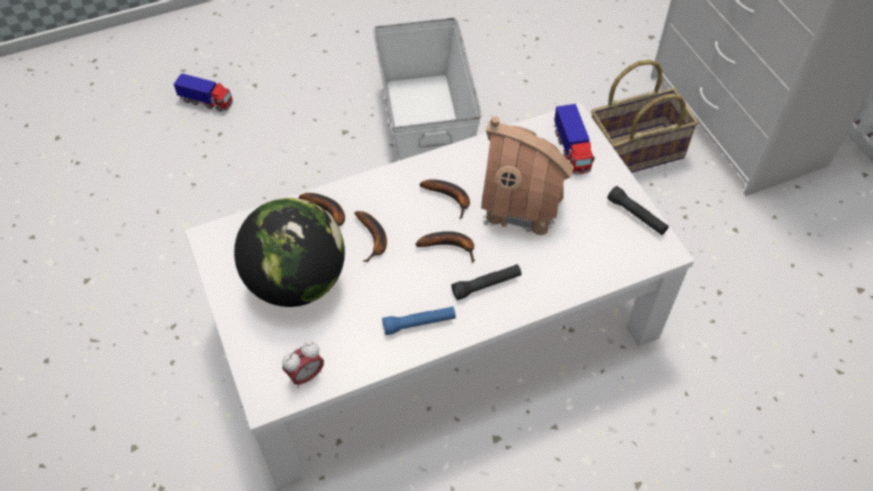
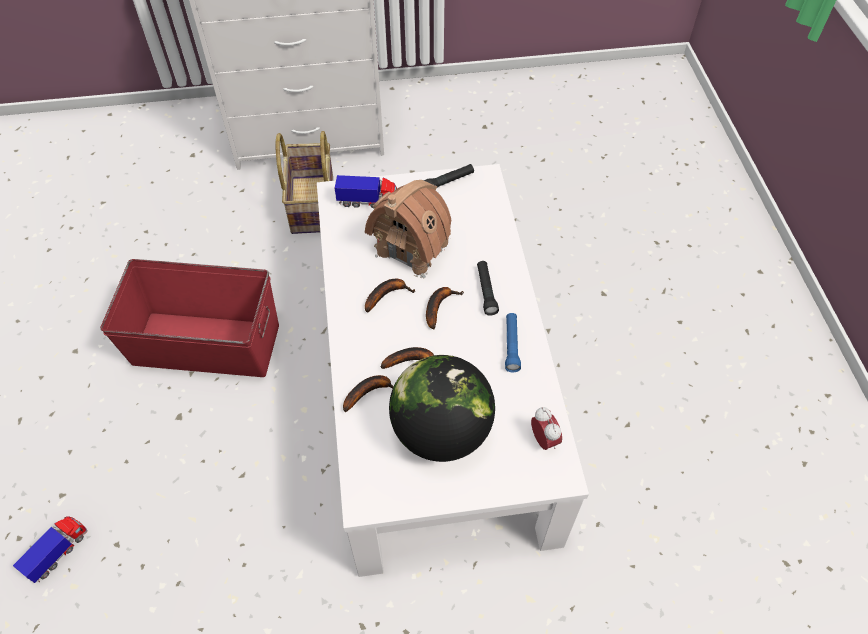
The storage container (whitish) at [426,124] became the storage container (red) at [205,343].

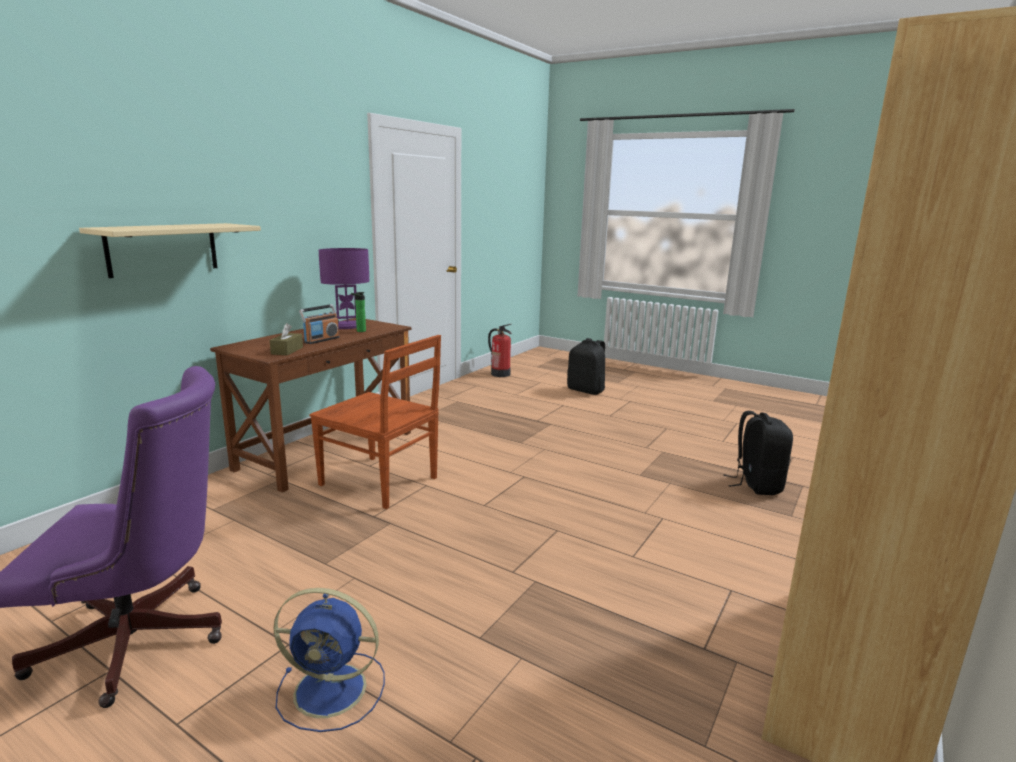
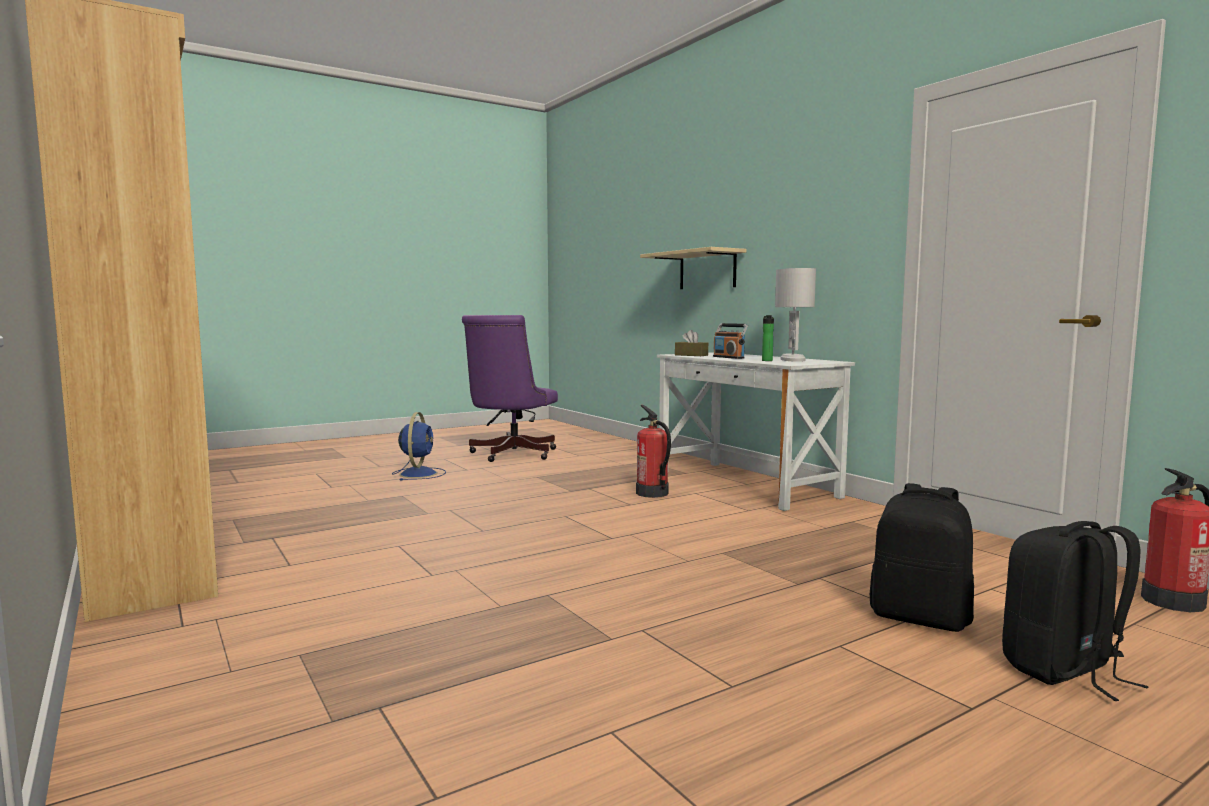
The desk (brownish) at [327,450] became the desk (whitish) at [745,484]. The cooling fan (bluish) at [333,690] turned 150 degrees clockwise. The chair (brownish) at [380,482] was replaced by the extinguisher at [652,493]. The lamp for a table (purplish) at [347,326] became the lamp for a table (whitish) at [793,360]. The backpack (black-coloured) moved from [756,484] to [920,618].

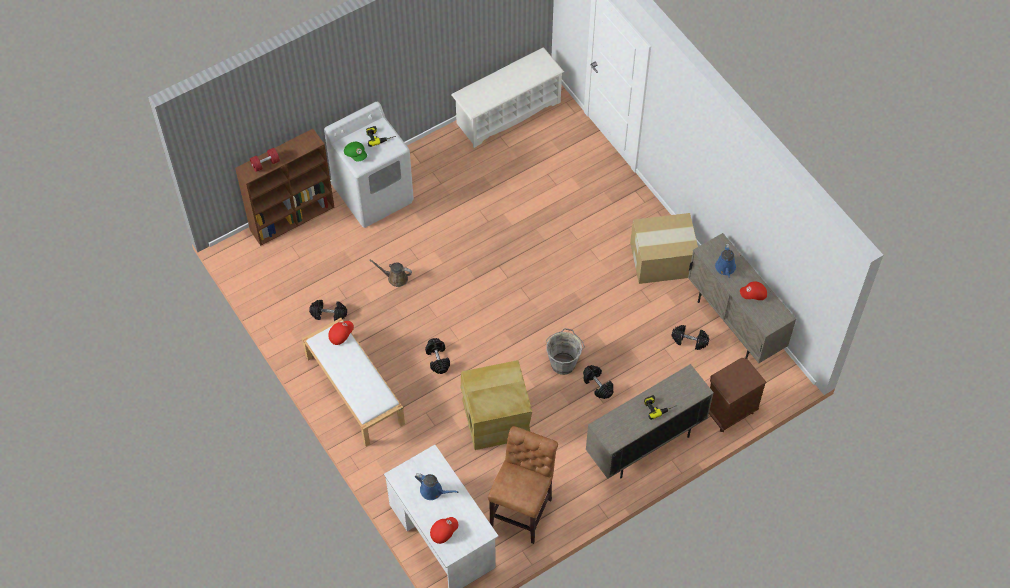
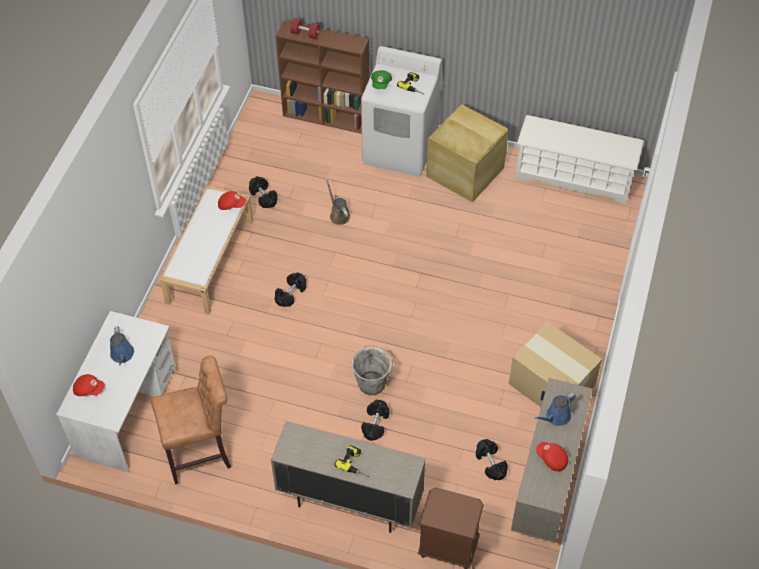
The storage container (sand-coloured) moved from [495,418] to [465,171].

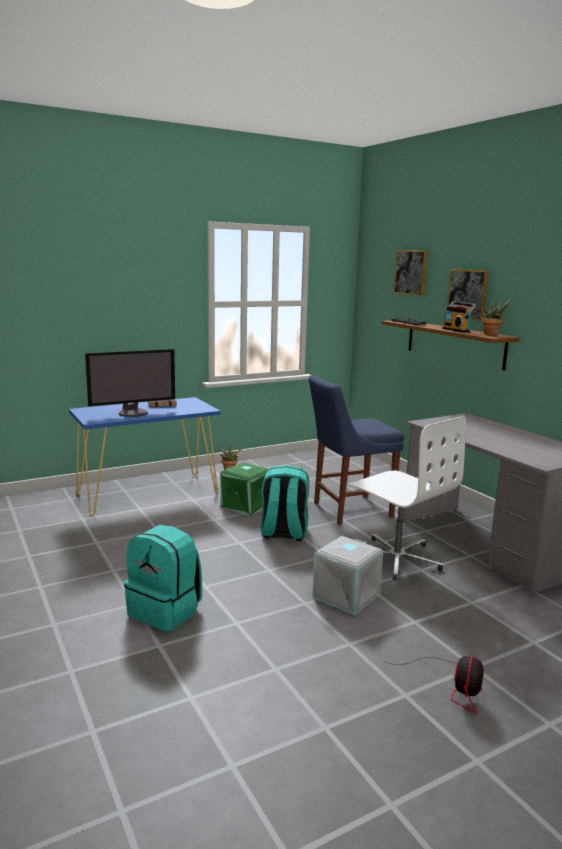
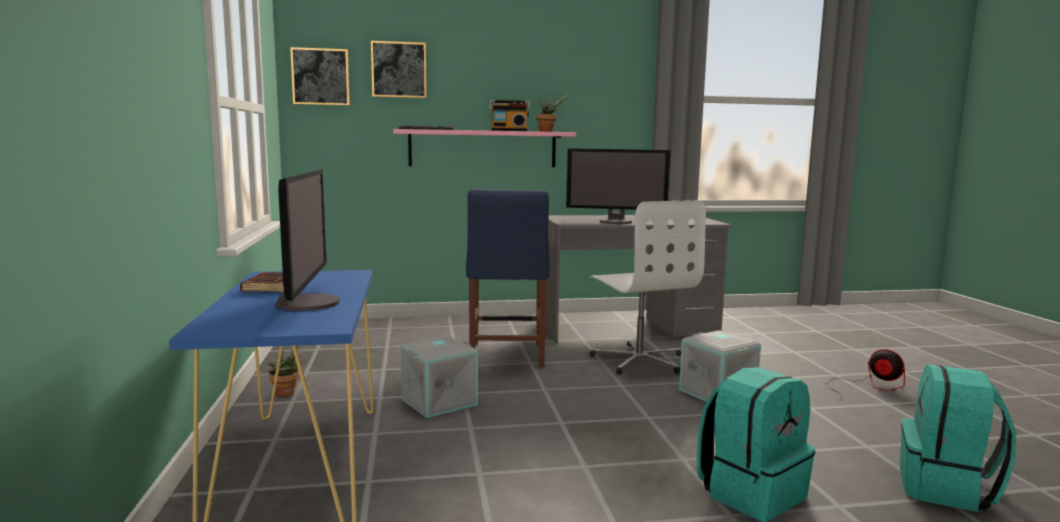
The storage container (green) at [246,505] became the storage container (gray) at [439,401]. The backpack (turquoise) moved from [283,533] to [947,489]. The office chair (whitish) at [397,558] turned 90 degrees clockwise. The shelf (brownish) at [454,343] became the shelf (pinkish) at [483,148]. The picture moved from [467,294] to [320,77]. The monitor at [616,222] appeared.

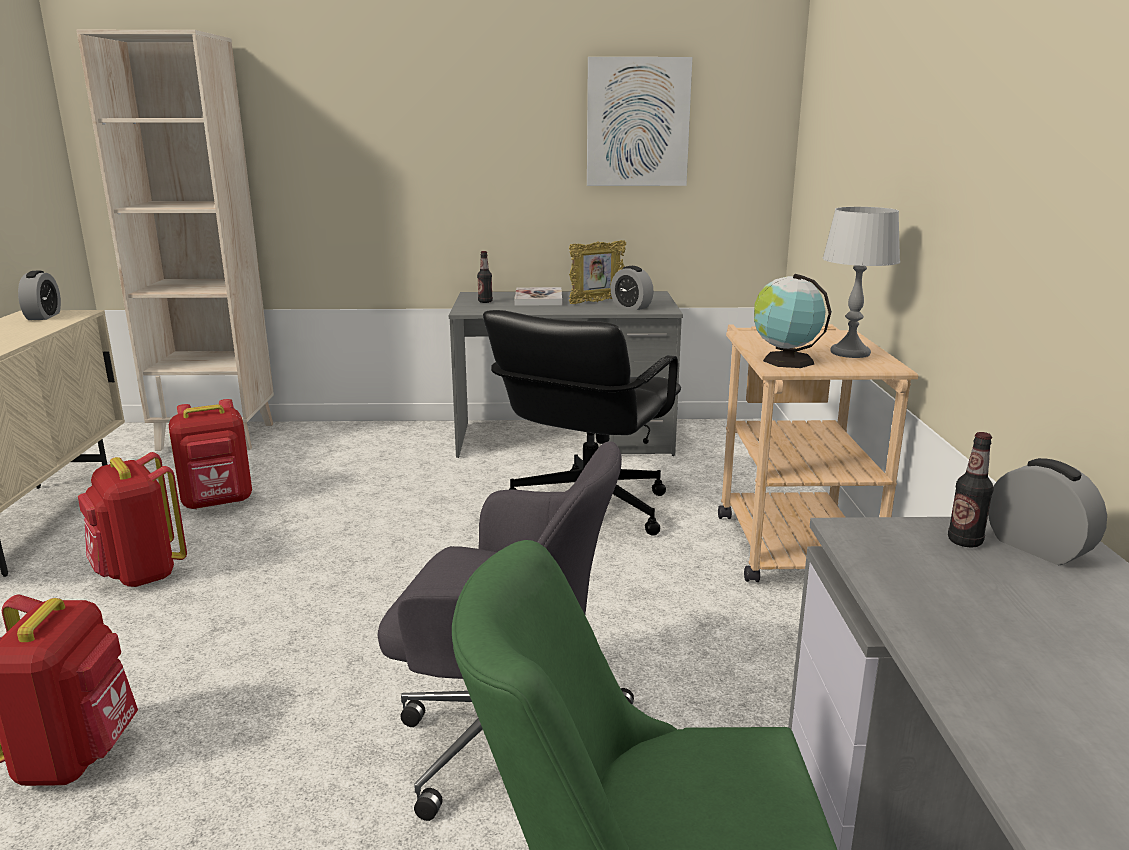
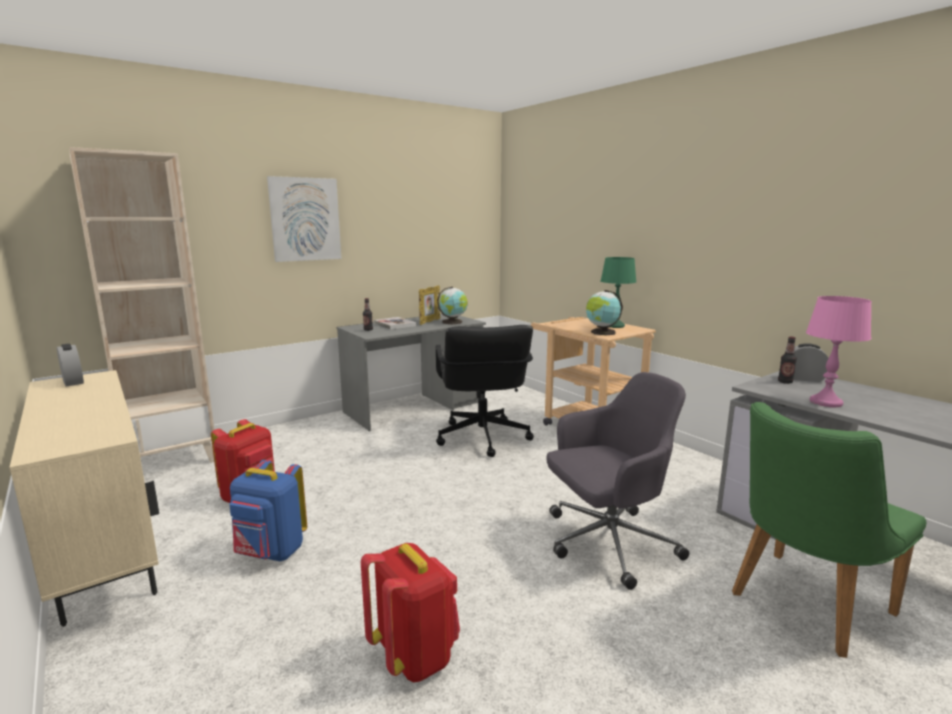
The backpack (red) at [140,574] became the backpack (bluish) at [271,553]. The picture moved from [637,122] to [305,219]. The bedside clock at [631,307] was replaced by the globe at [453,322]. The lamp for a table (gray) at [850,353] became the lamp for a table (green) at [615,326]. The lamp for a table (pinkish) at [826,402] appeared.

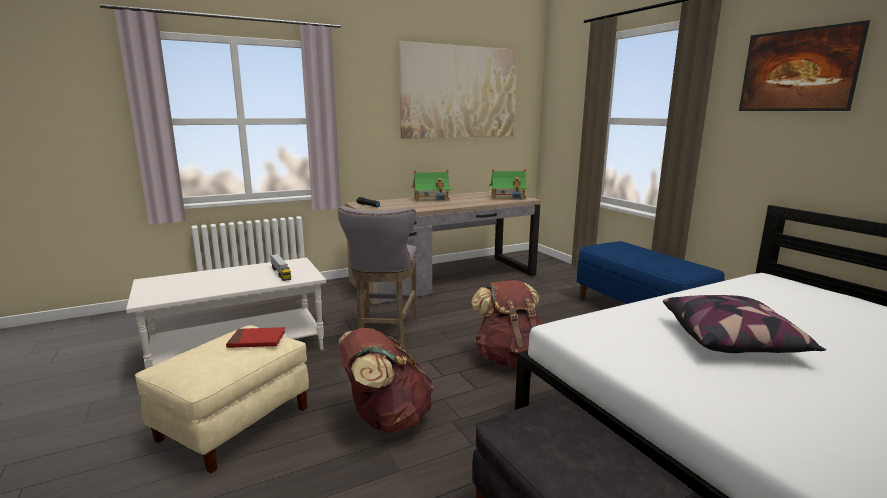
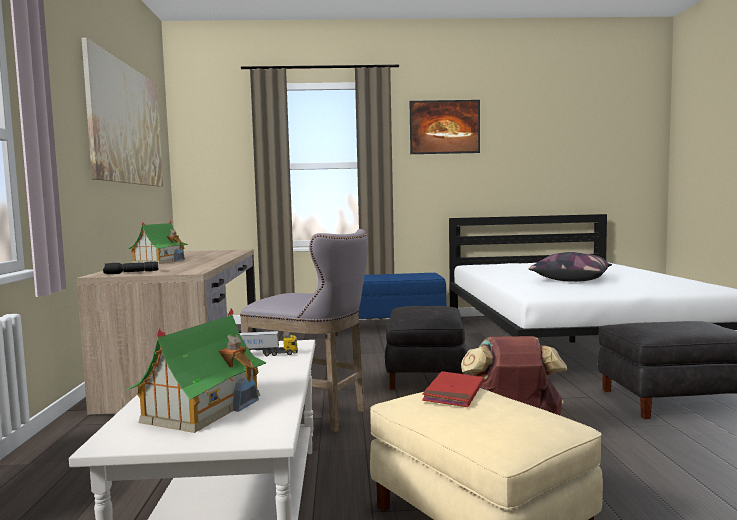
The backpack (brownish) at [510,358] was replaced by the ottoman (black-coloured) at [425,374]. The toy house moved from [508,197] to [203,408].

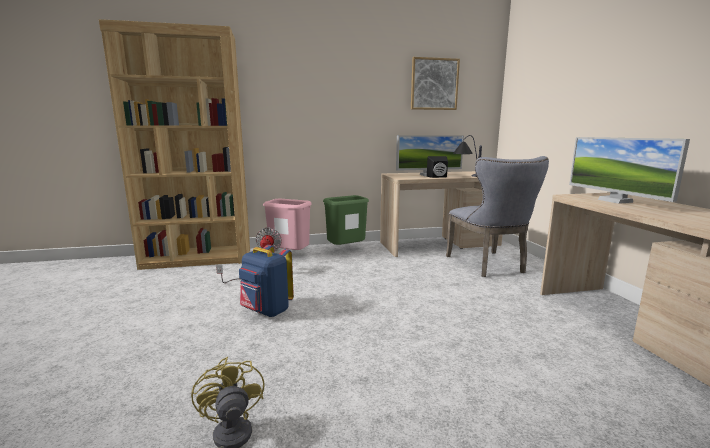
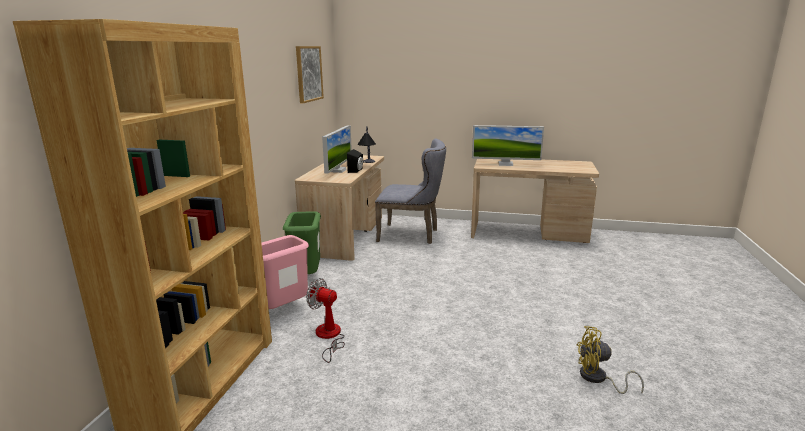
The backpack (bluish) at [266,311] disappeared.

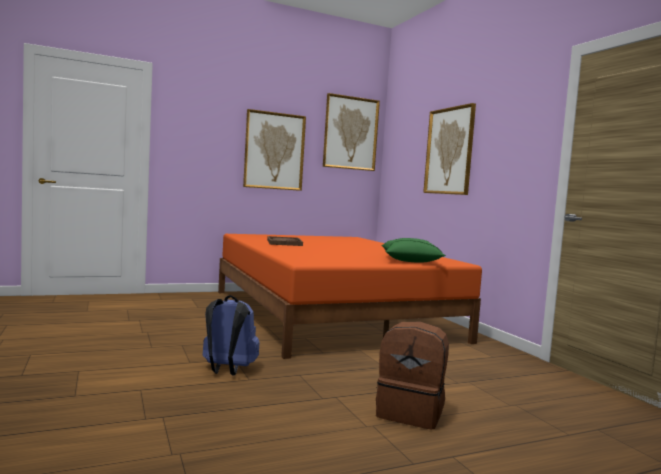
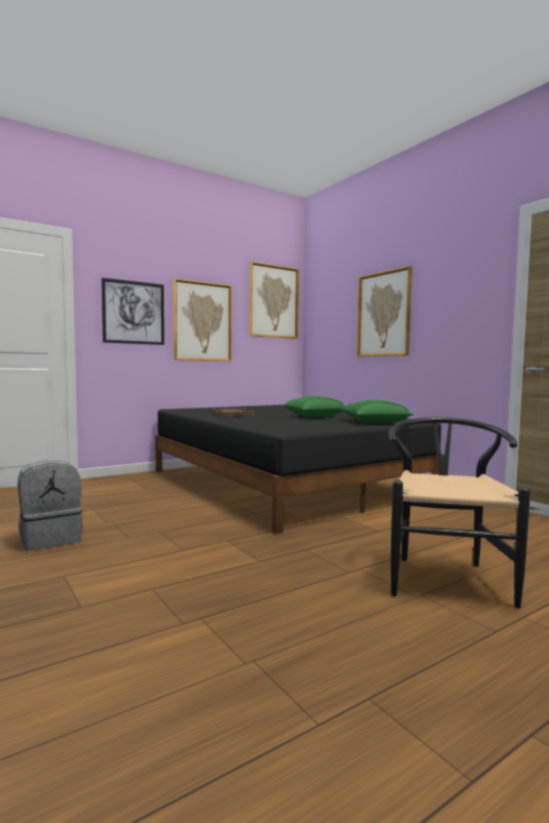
The backpack (bluish) at [227,370] disappeared. The bedroom bed (orange-coloured) at [330,314] became the bedroom bed (black-coloured) at [283,483]. The backpack (brownish) at [411,413] was replaced by the chair (black-coloured) at [445,576]. The backpack (gray) at [51,539] appeared. The picture at [133,312] appeared. The pillow (green) at [314,416] appeared.

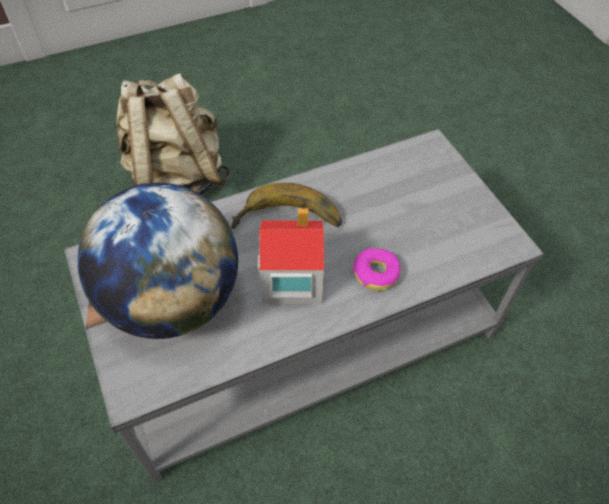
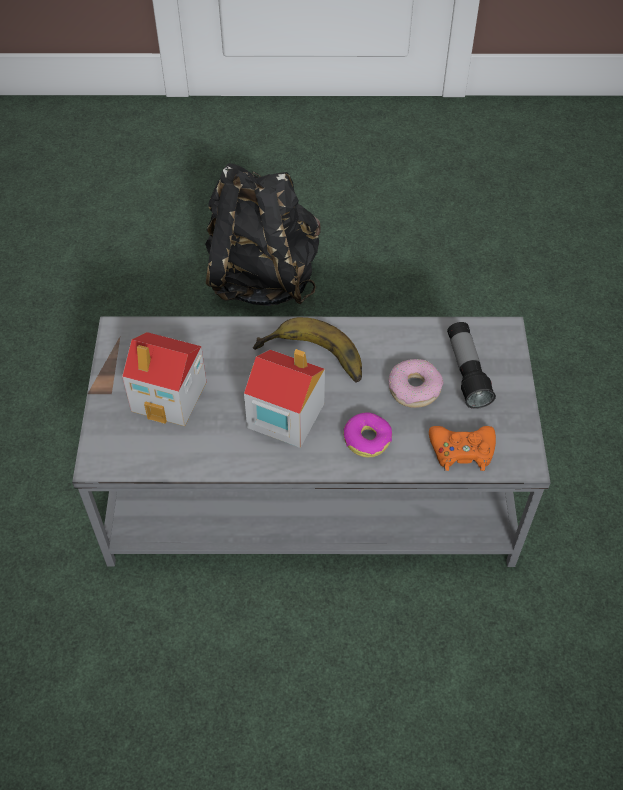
The globe at [173,301] was replaced by the toy house at [170,396]. The backpack (sand-coloured) at [177,178] became the backpack (black-coloured) at [262,277]. The ring doughnut at [414,388] appeared. The game controller (orange-coloured) at [462,451] appeared. The hand torch at [467,372] appeared.

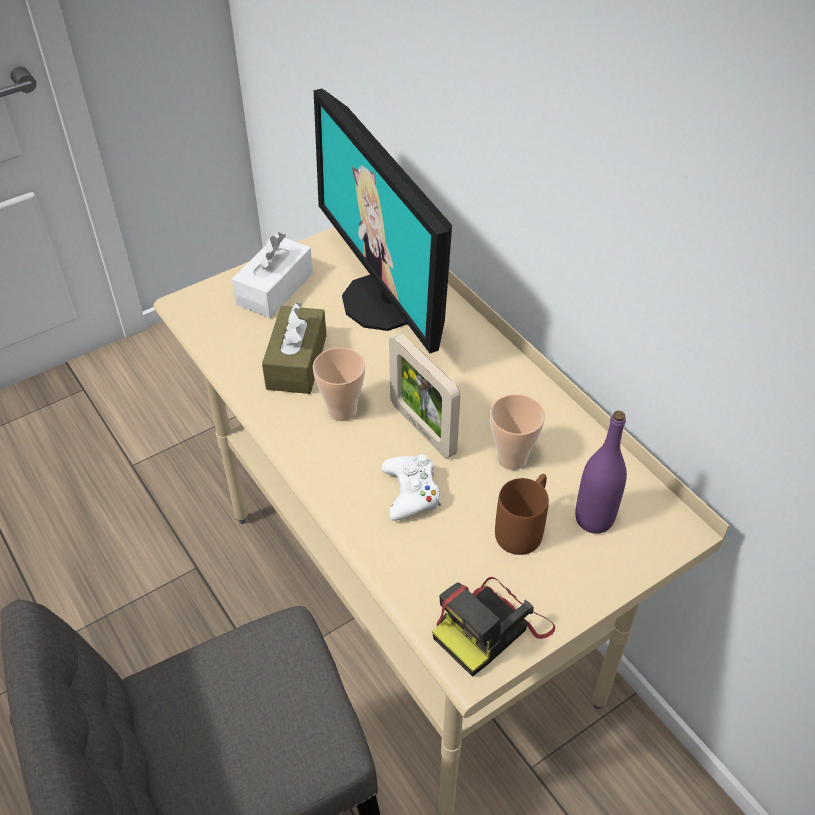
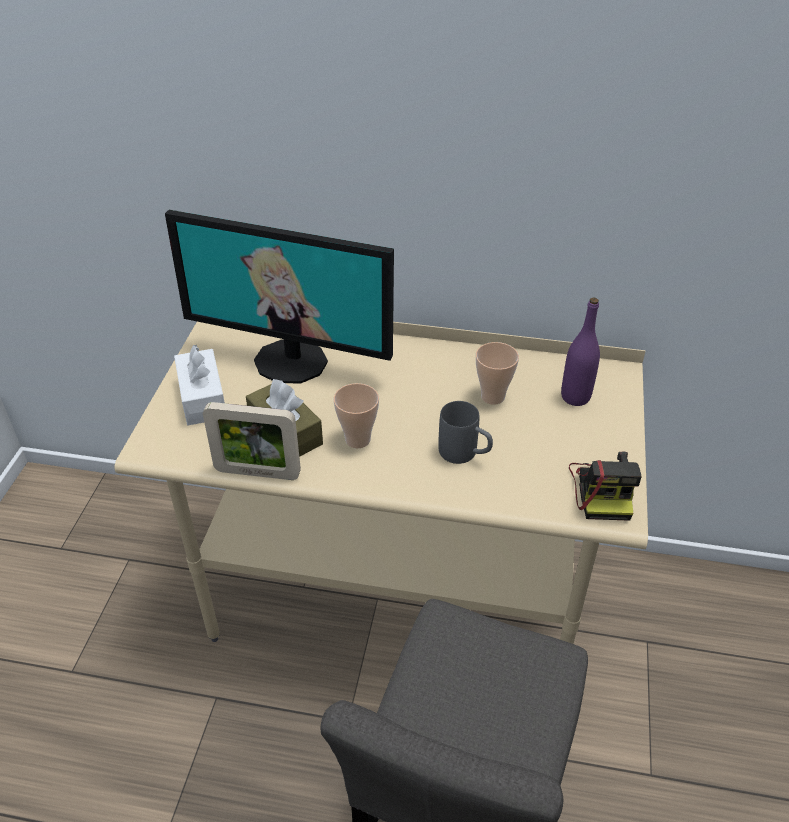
The game controller (whitish) at [411,492] was replaced by the coffee mug (gray) at [465,454]. The standing frame moved from [422,429] to [257,472]. The coffee mug (brownish) at [524,527] disappeared.

